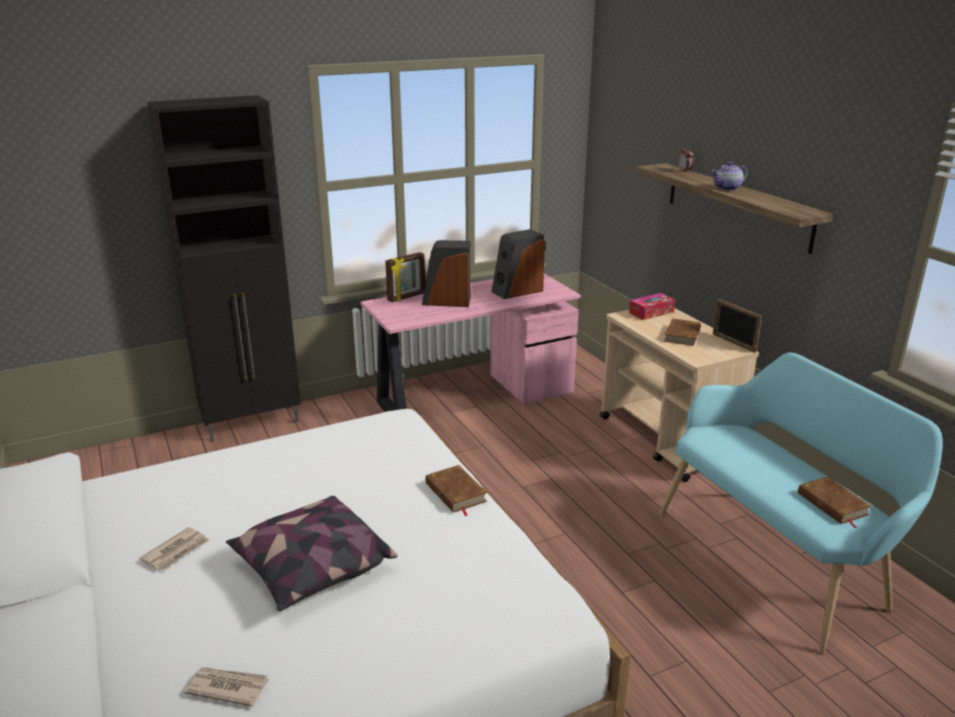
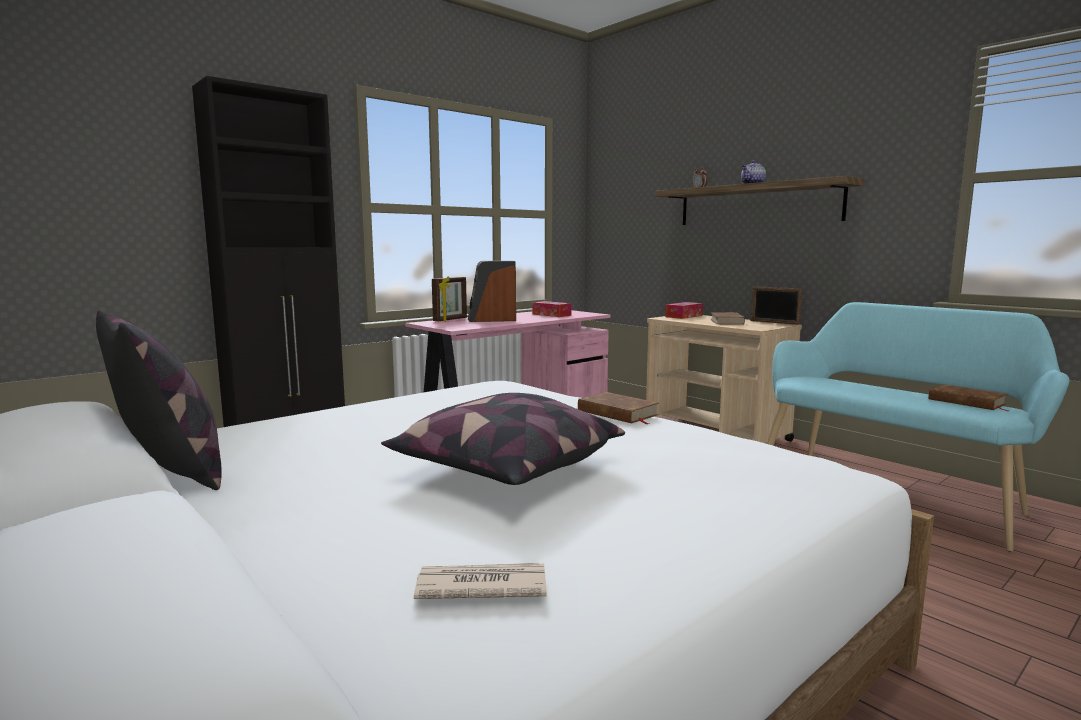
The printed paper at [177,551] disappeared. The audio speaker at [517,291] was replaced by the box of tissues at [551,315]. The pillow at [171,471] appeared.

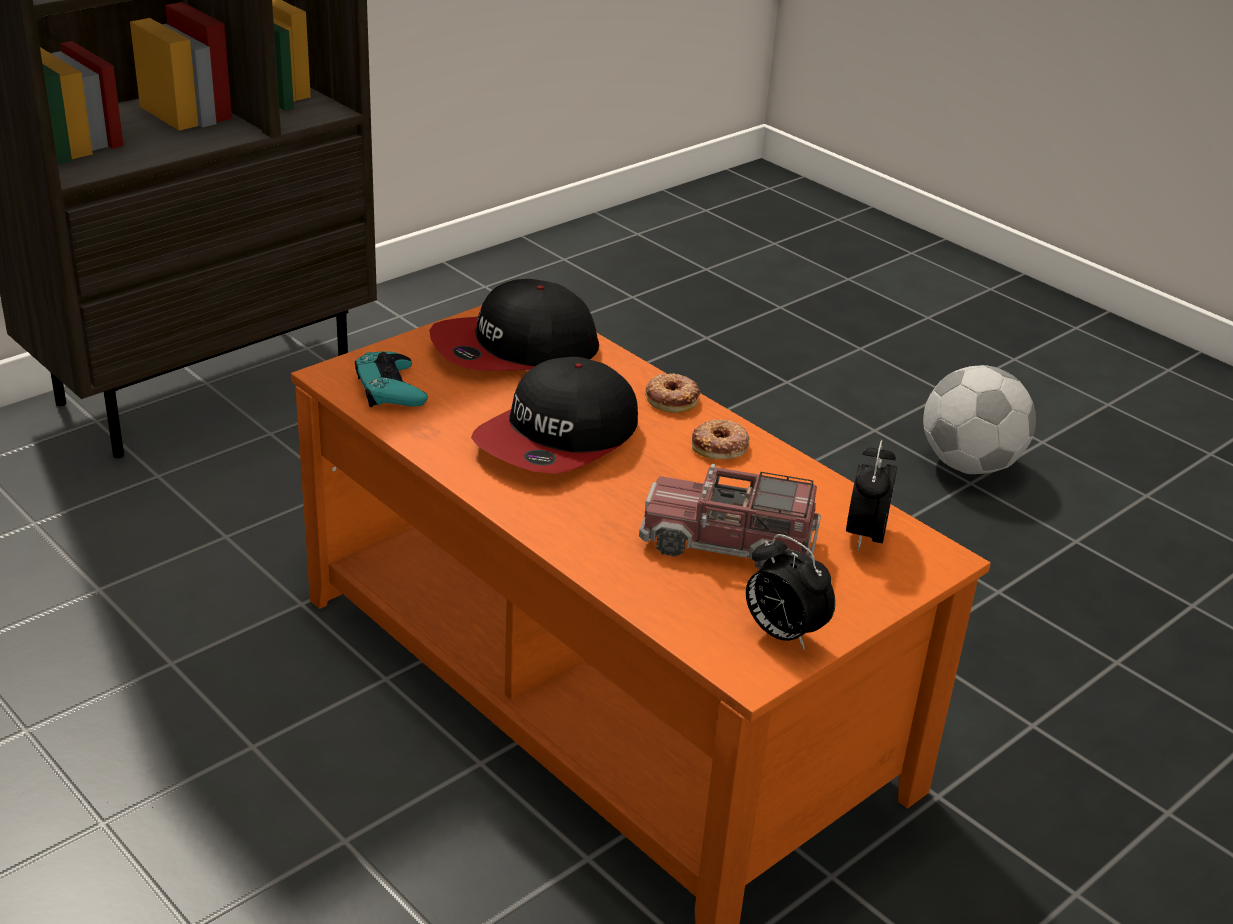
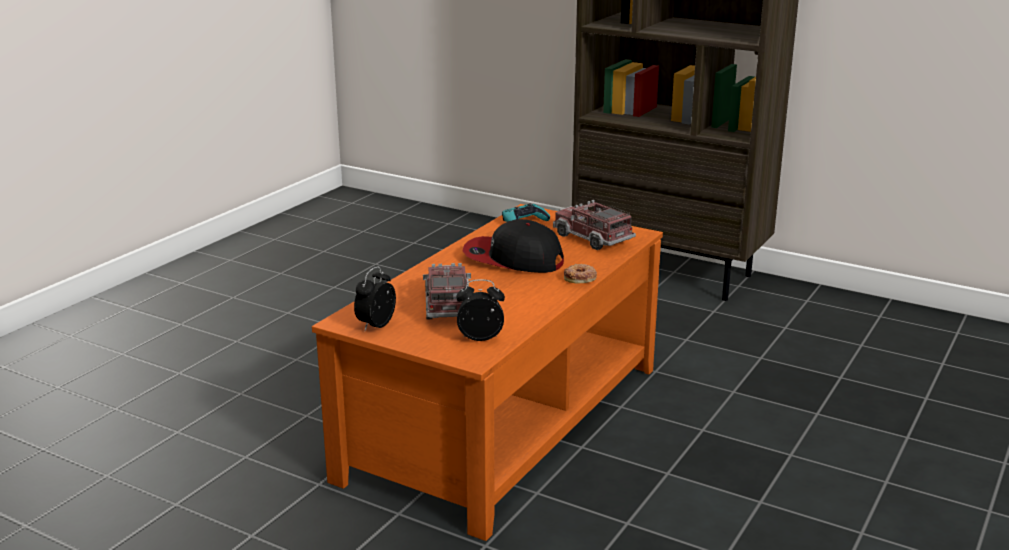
The baseball cap at [514,349] was replaced by the model truck at [592,238]. The ring doughnut at [720,446] disappeared. The football ball at [970,465] disappeared.

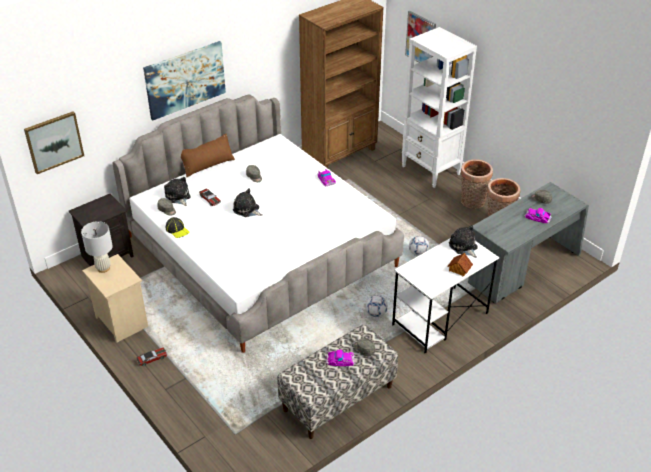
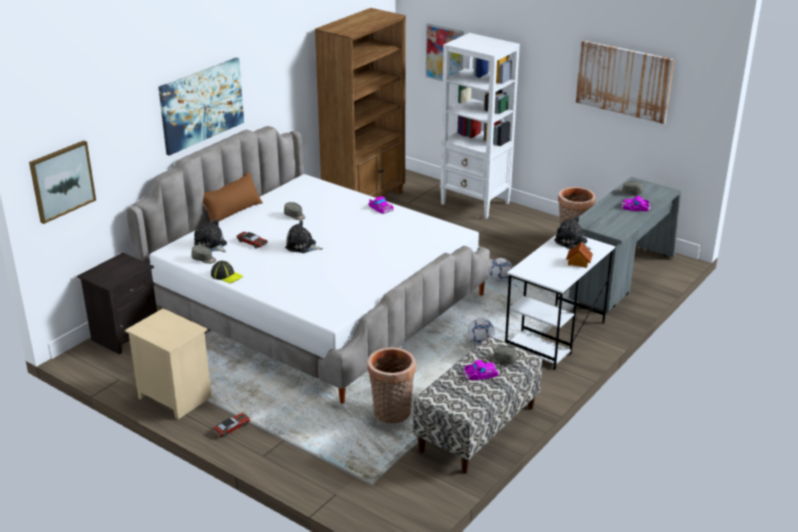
The lamp for a table (whitish) at [103,268] disappeared. The storage basket moved from [472,203] to [391,414]. The picture at [624,81] appeared.

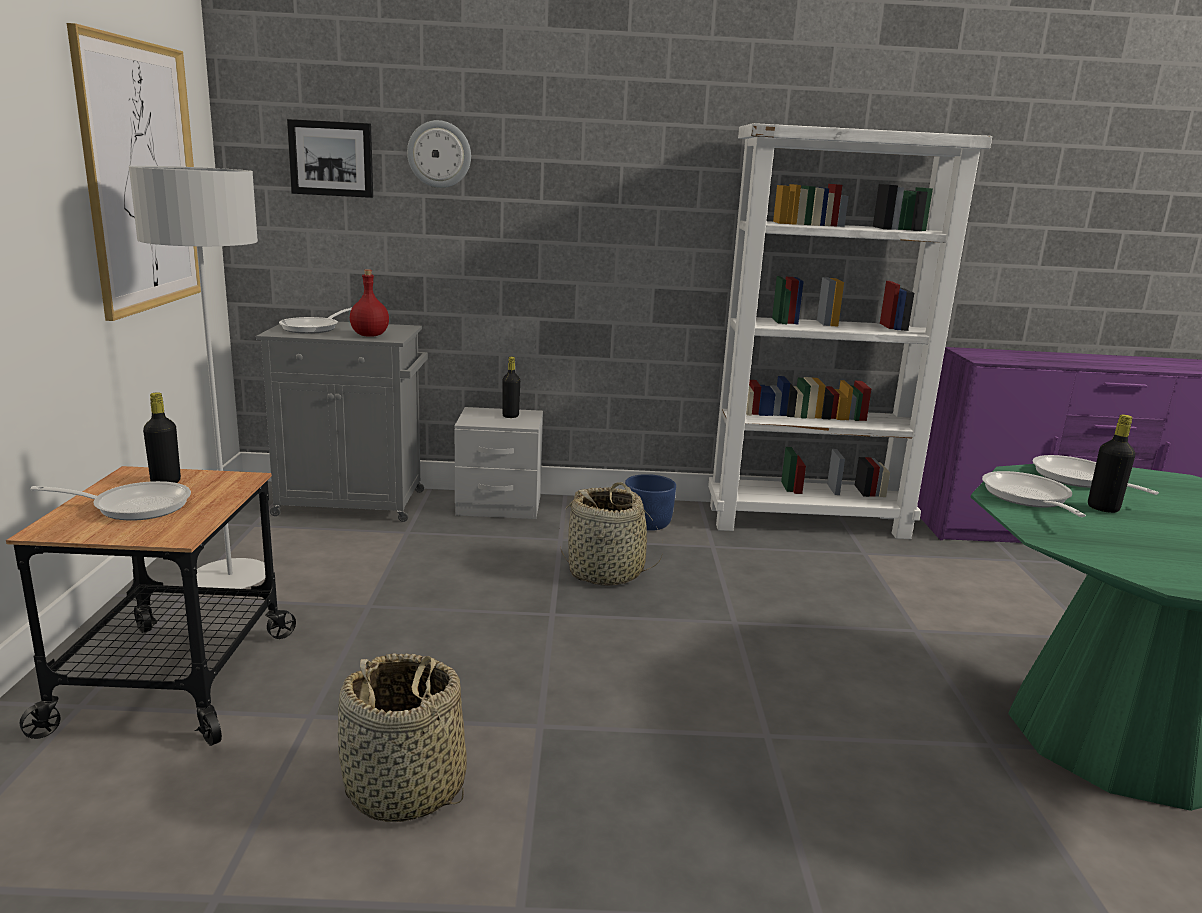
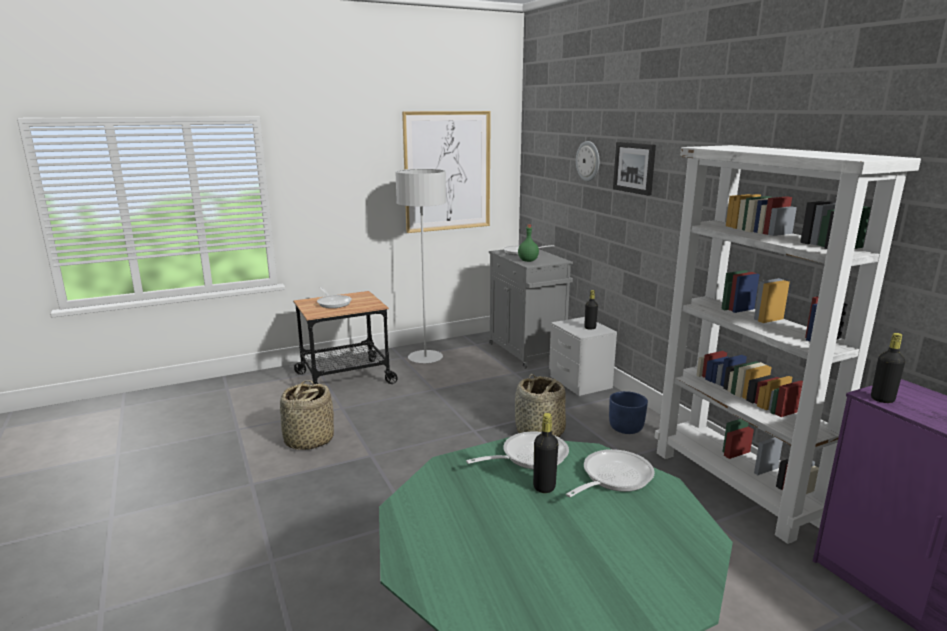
The drink bottle (black-coloured) moved from [166,482] to [882,399]. The picture moved from [331,158] to [634,167]. The drink bottle (red) at [370,335] became the drink bottle (green) at [528,261].

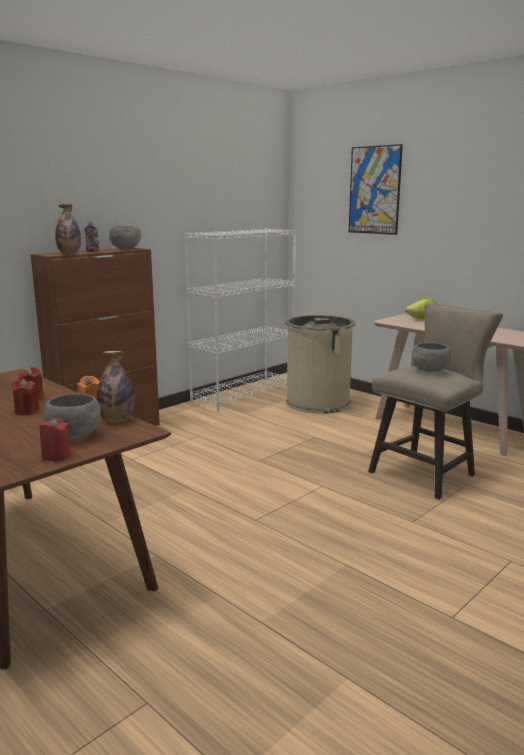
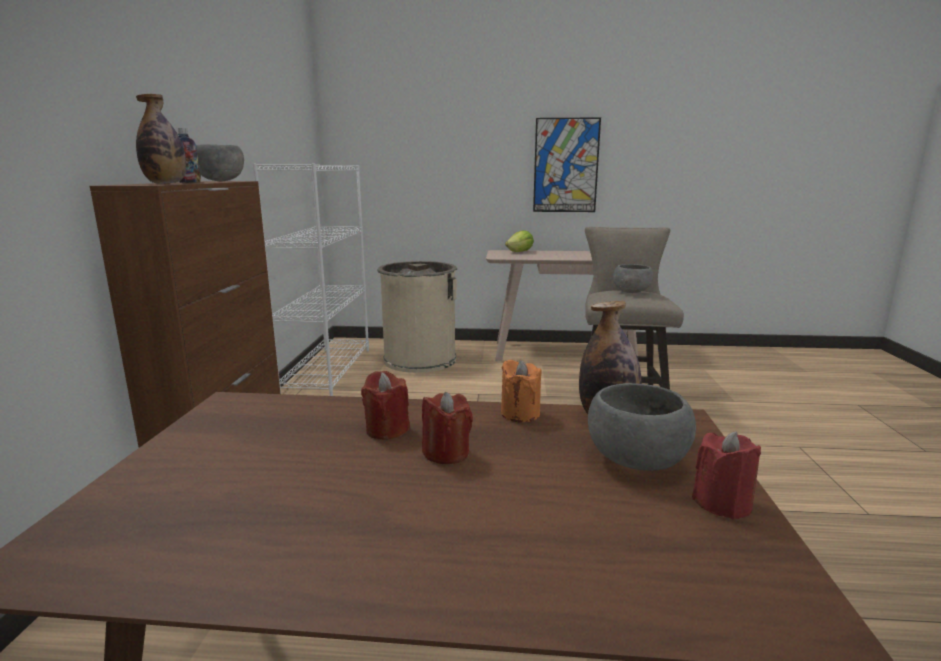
The picture moved from [374,190] to [566,165].

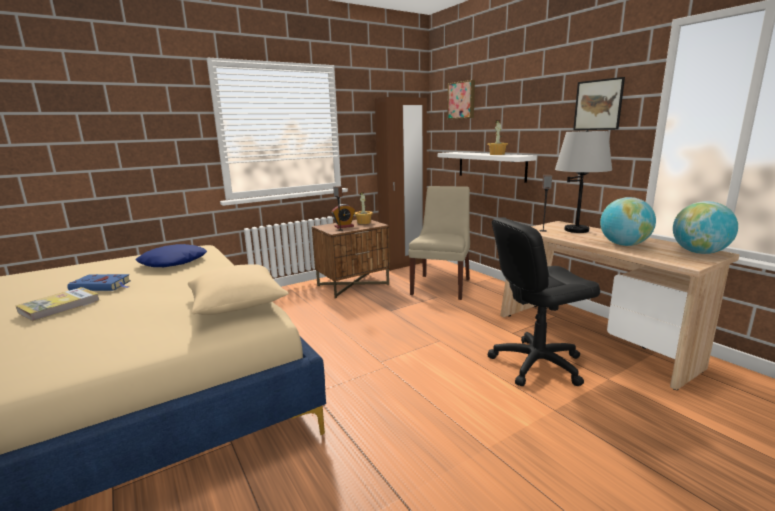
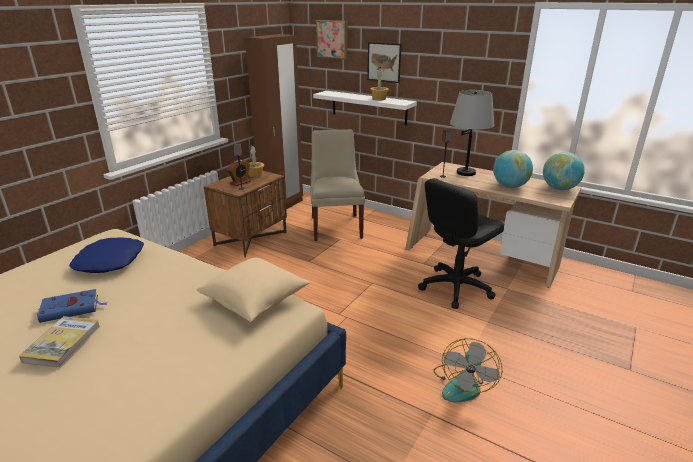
The picture moved from [598,105] to [384,62]. The cooling fan at [462,384] appeared.

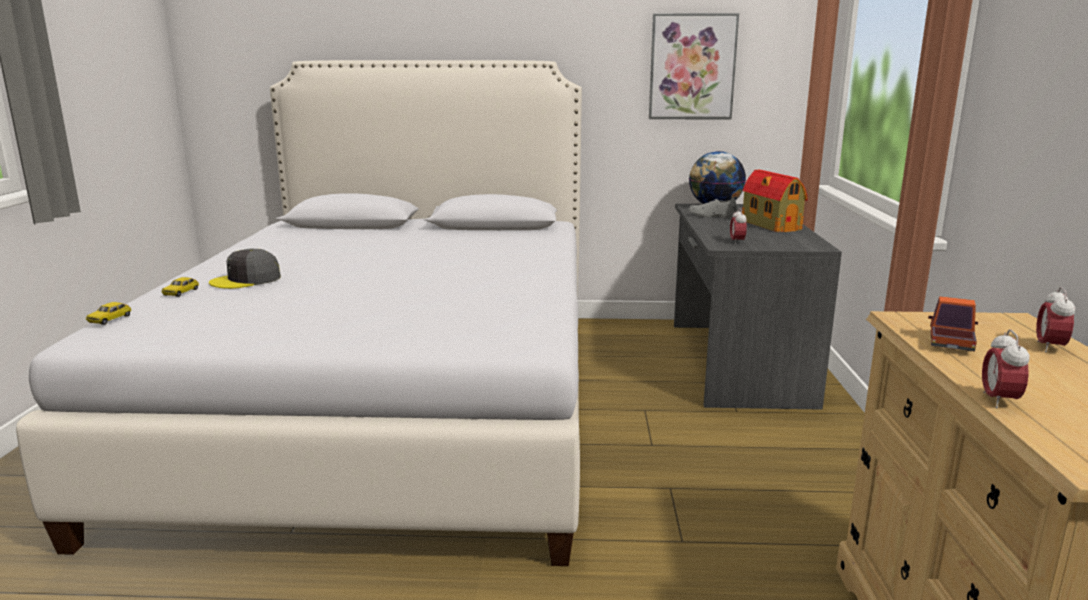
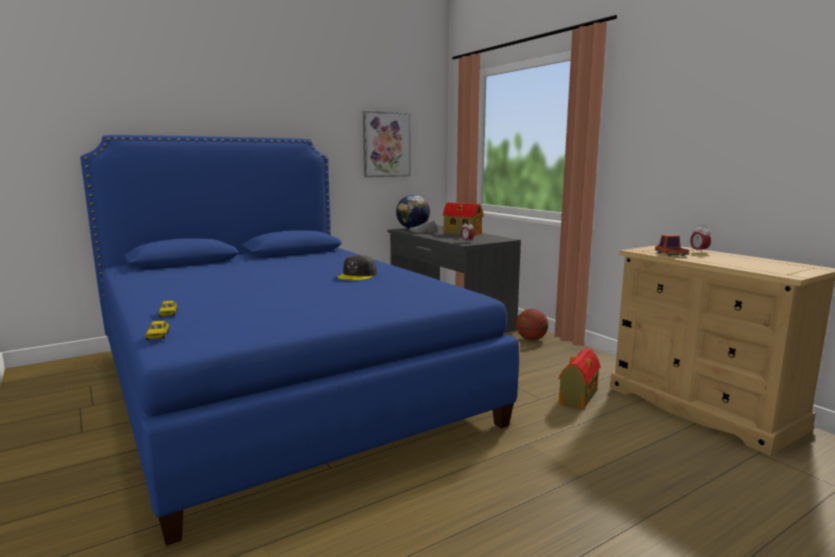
The bedroom bed (whitish) at [392,402] became the bedroom bed (bluish) at [279,384]. The baseball cap (gray) moved from [246,280] to [357,275]. The bedside clock at [998,401] disappeared. The basketball ball at [531,339] appeared. The toy house at [577,397] appeared.

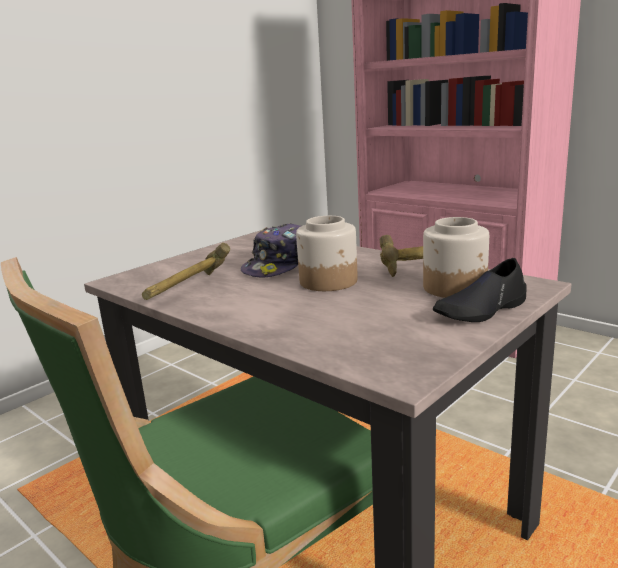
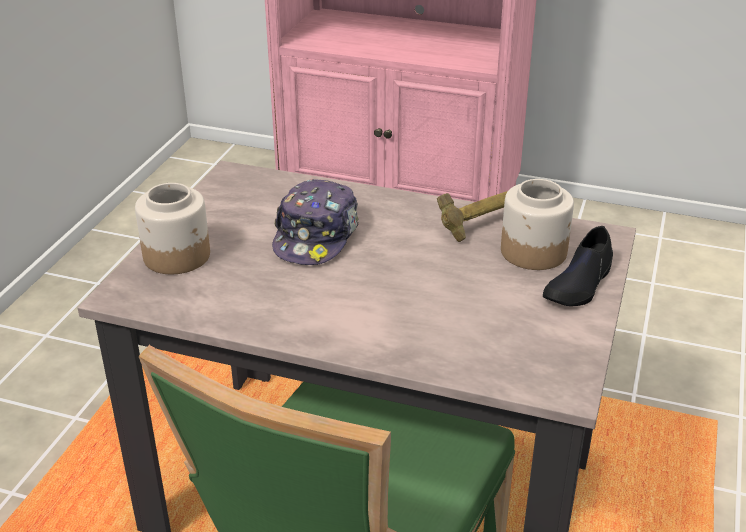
The tool hammer at [188,290] disappeared. The storage jar moved from [329,281] to [178,256].

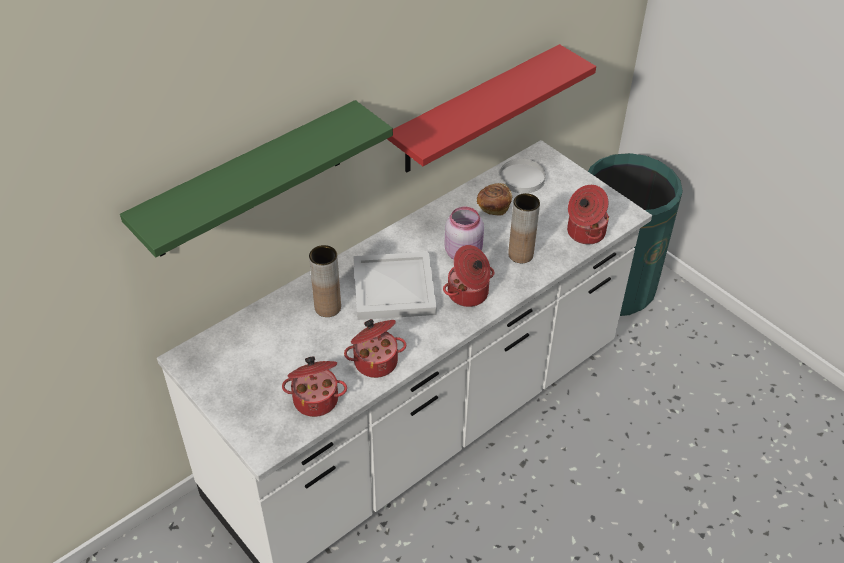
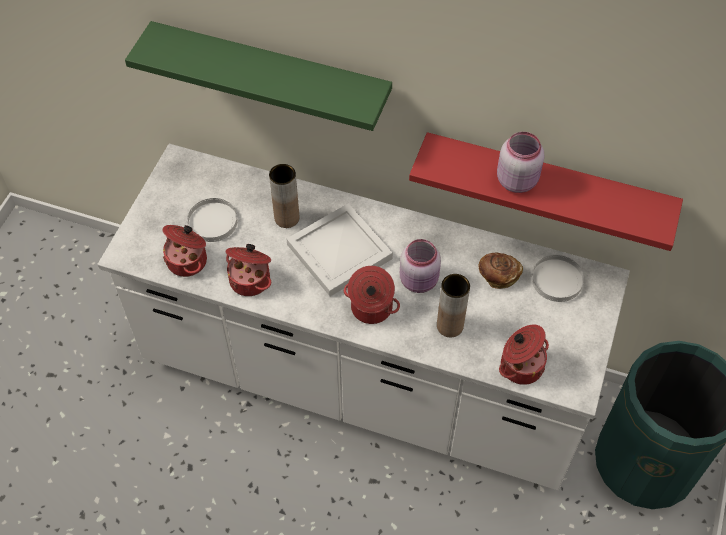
The plate (whitish) at [213,222] appeared. The storage jar (pinkish) at [517,180] appeared.

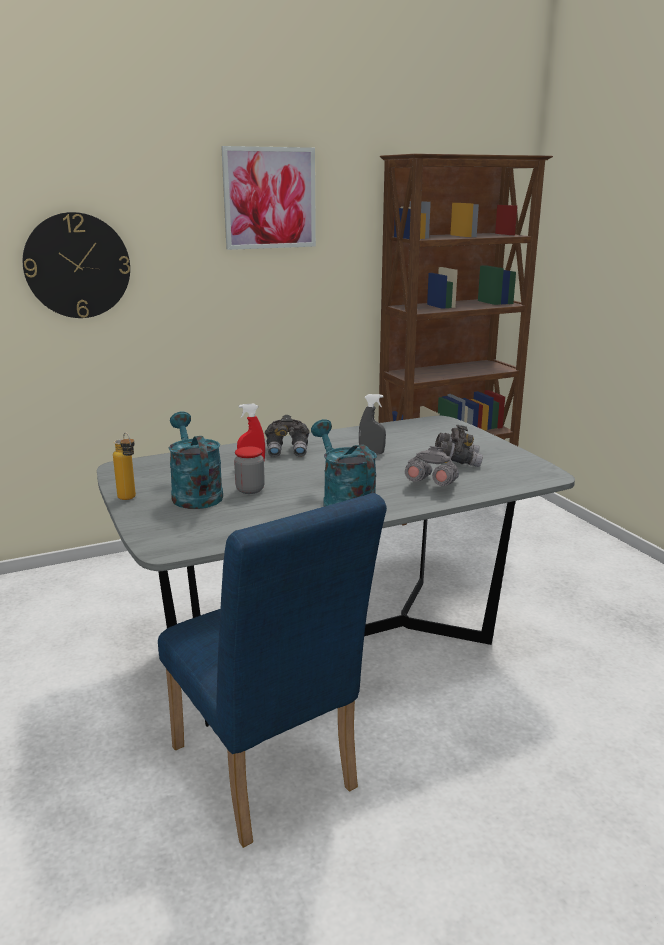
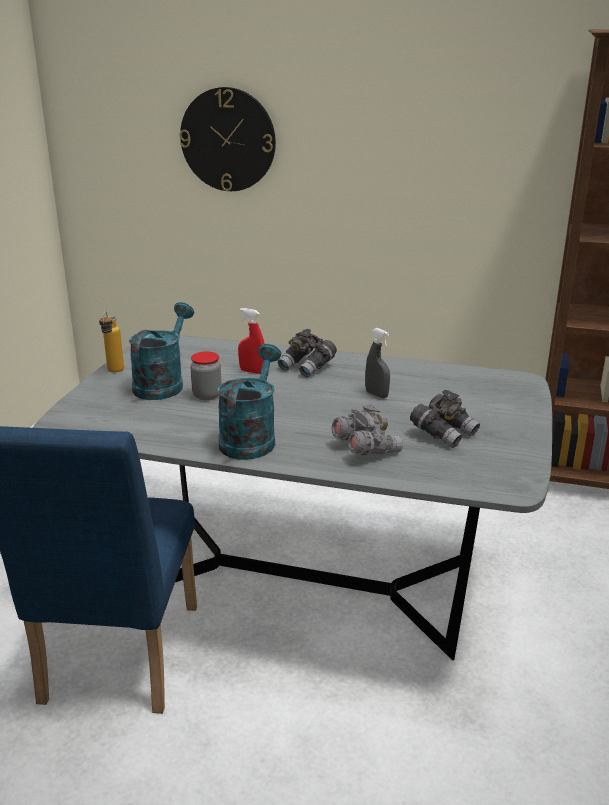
The picture at [269,198] disappeared.

